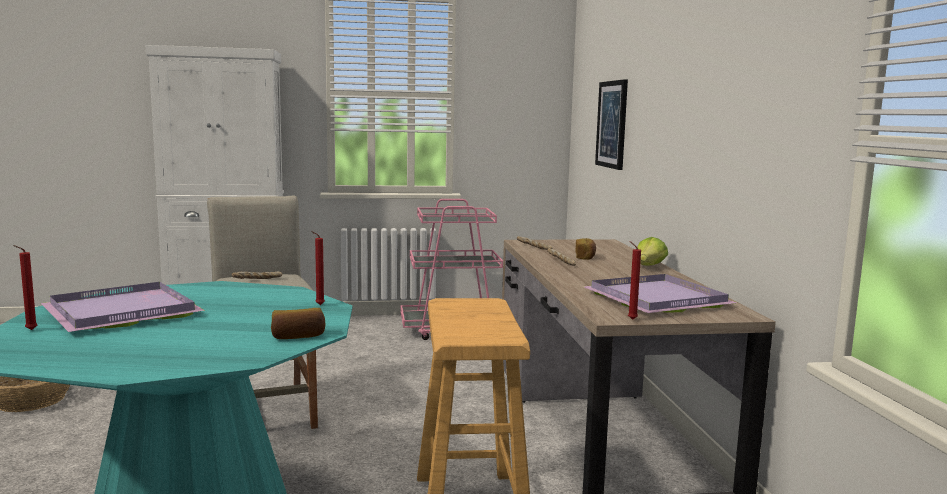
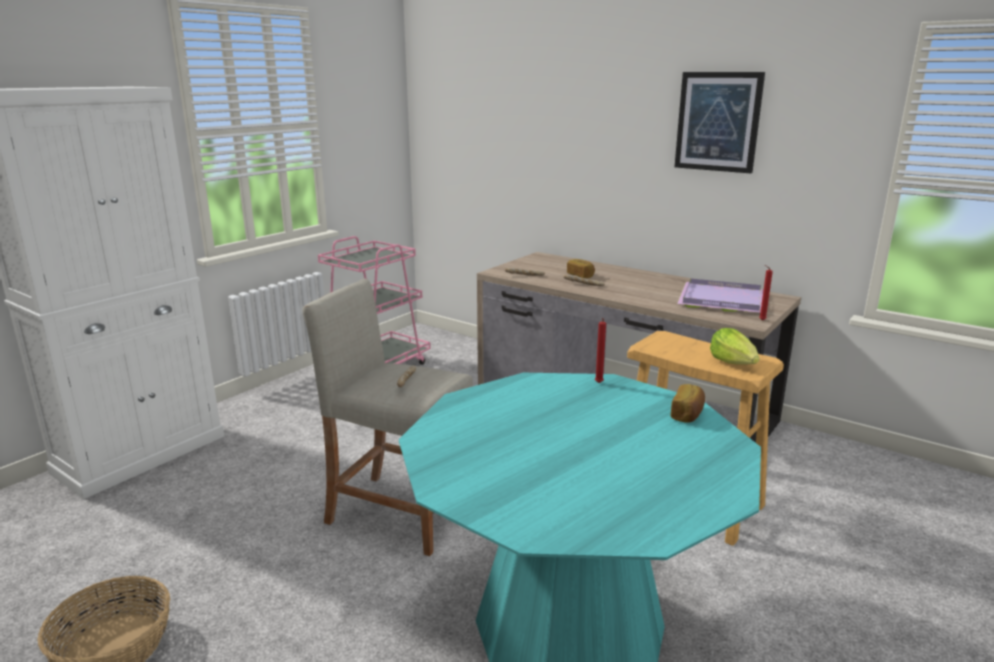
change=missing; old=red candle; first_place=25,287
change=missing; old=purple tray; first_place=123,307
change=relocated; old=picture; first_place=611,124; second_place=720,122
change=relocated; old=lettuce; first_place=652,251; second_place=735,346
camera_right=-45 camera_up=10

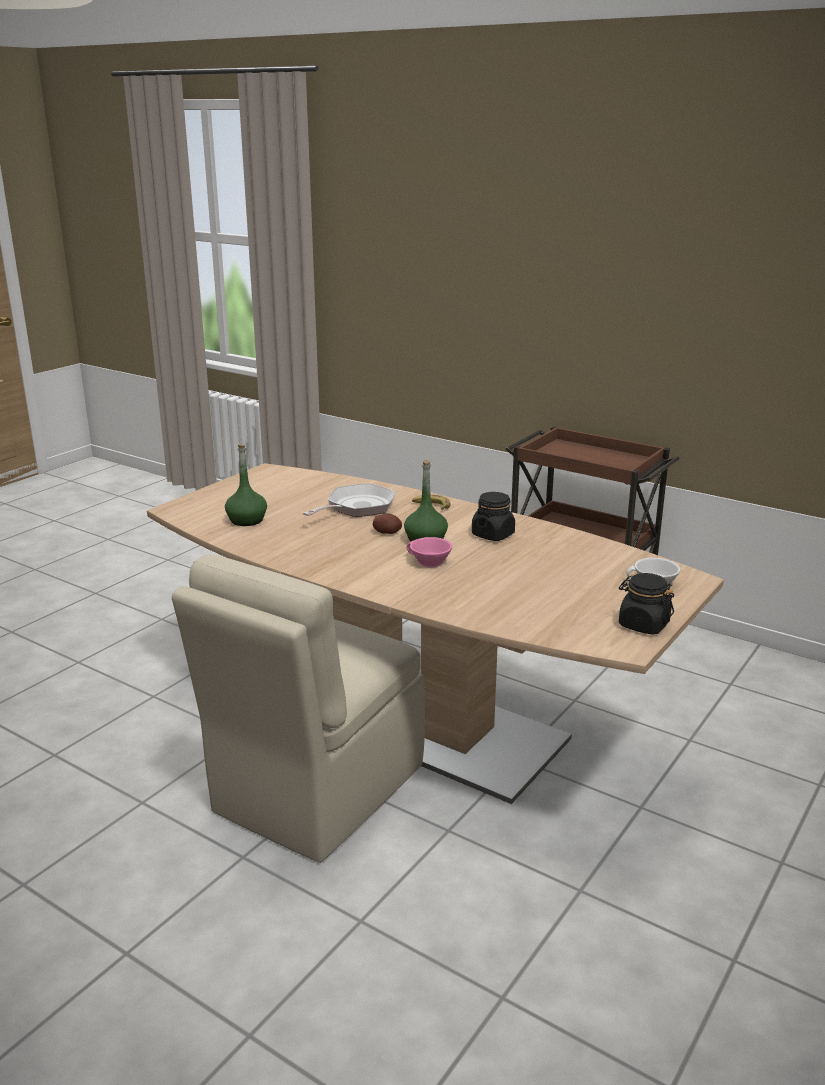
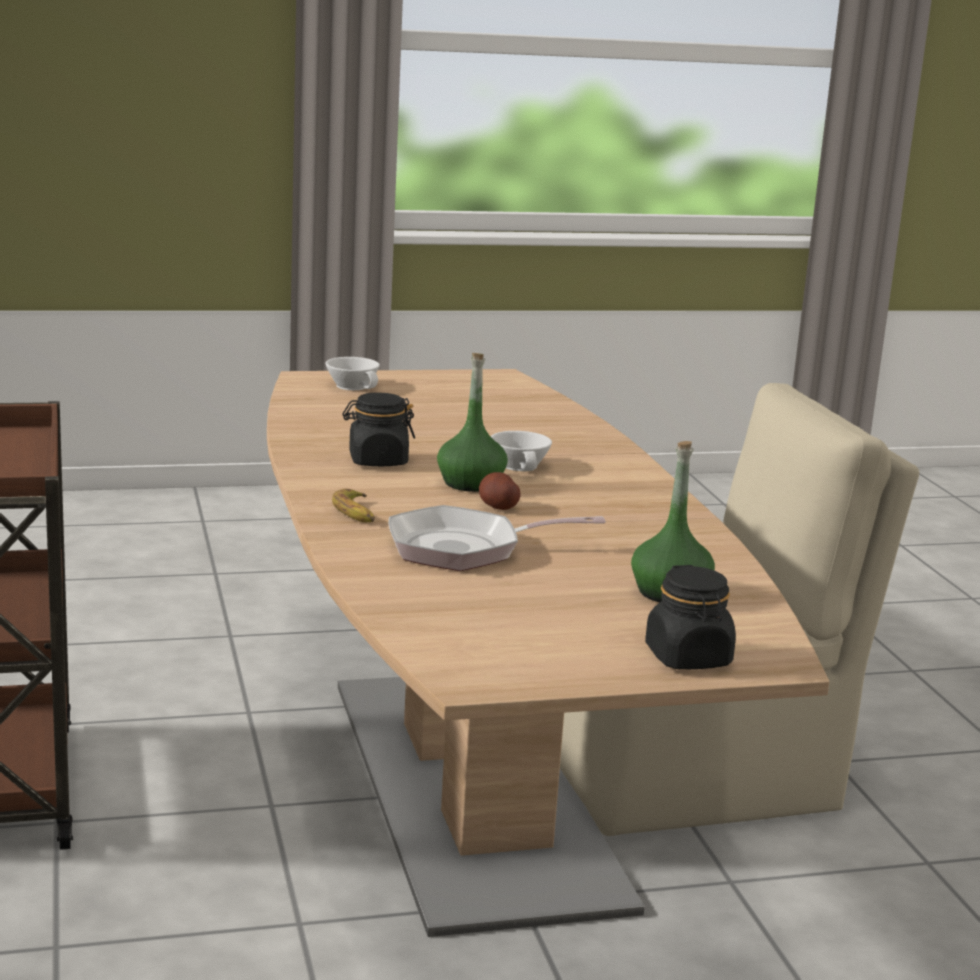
change=colour; old=pink cup; new=white cup; first_place=429,552; second_place=521,451
change=relocated; old=black jar; first_place=646,604; second_place=690,617
camera_right=-140 camera_up=-5

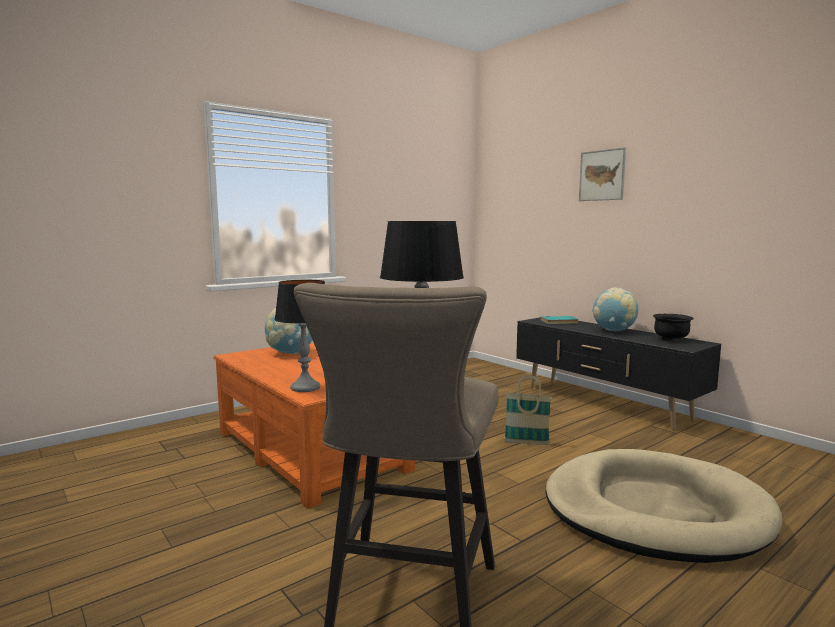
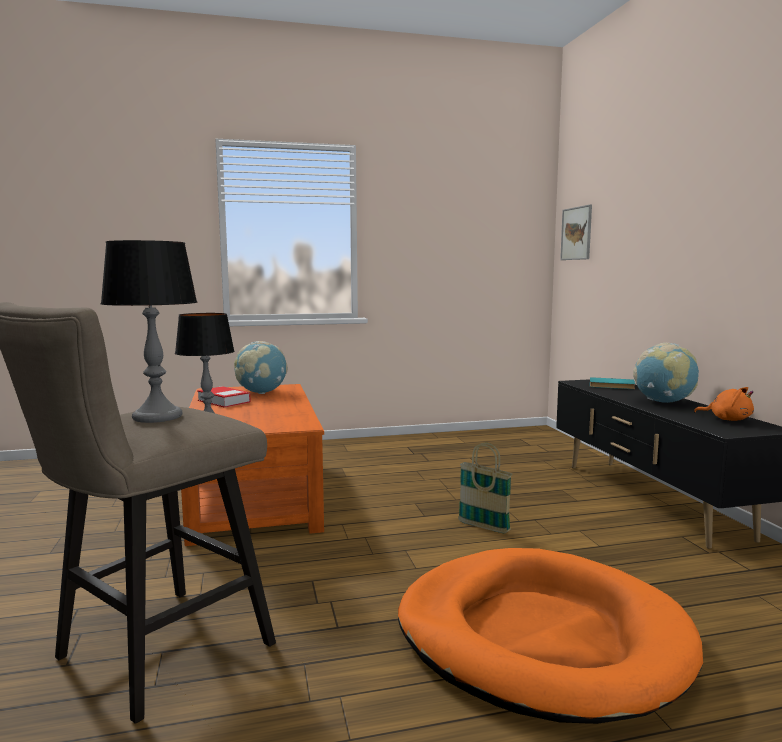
change=colour; old=beige dog bed; new=orange dog bed; first_place=664,506; second_place=550,636
change=relocated; old=picture; first_place=602,174; second_place=576,232
change=exchanged; old=black bowl; new=orange plush toy; first_place=673,327; second_place=724,404
change=appeared; new=book; second_place=224,397
camera_right=25 camera_up=0

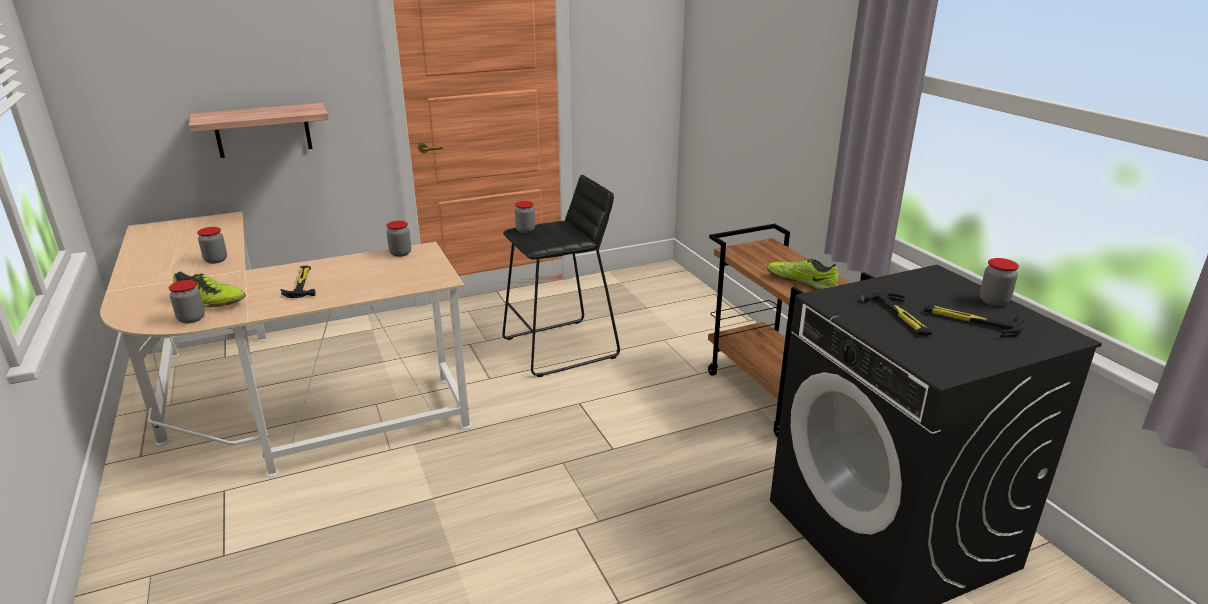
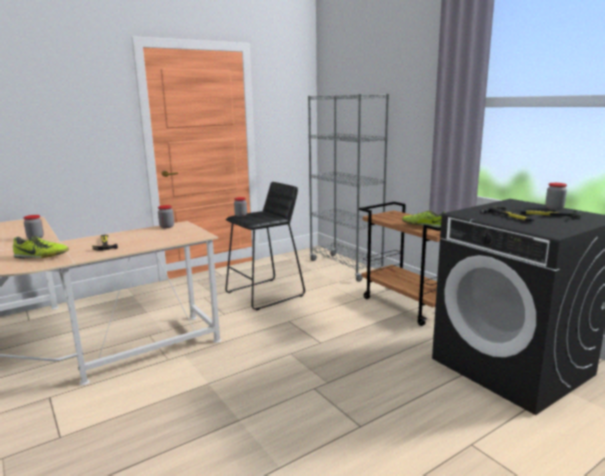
change=missing; old=jar; first_place=187,301
change=missing; old=shelf; first_place=259,130
change=appeared; new=grey bookcase; second_place=348,188
camera_right=-10 camera_up=-10

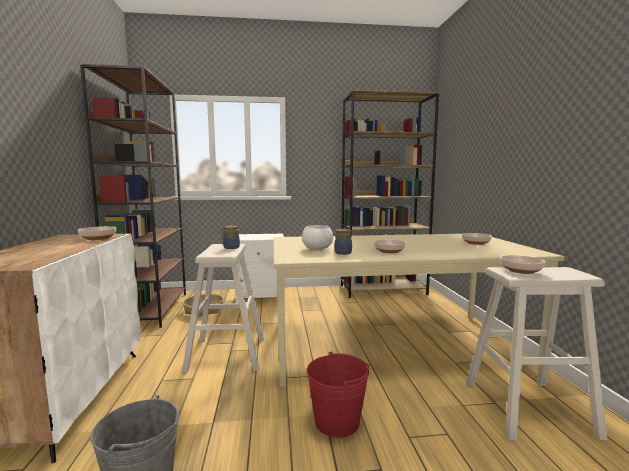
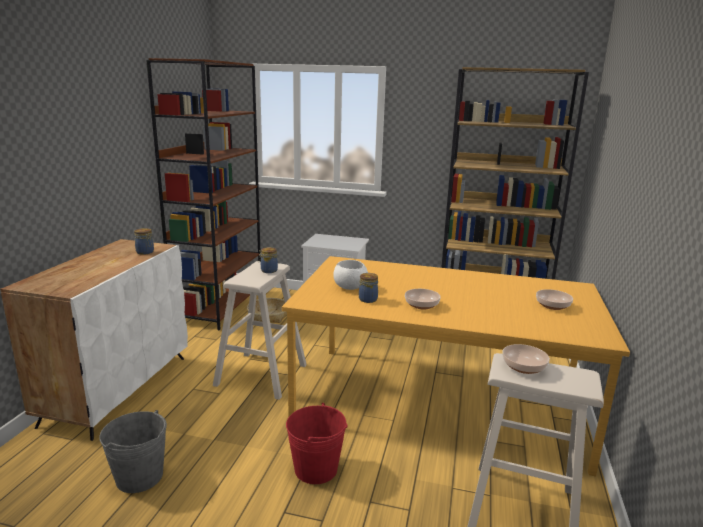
change=exchanged; old=bowl; new=jar; first_place=97,233; second_place=144,241
change=colour; old=beige dining table; new=orange dining table; first_place=418,310; second_place=456,366
camera_right=20 camera_up=10

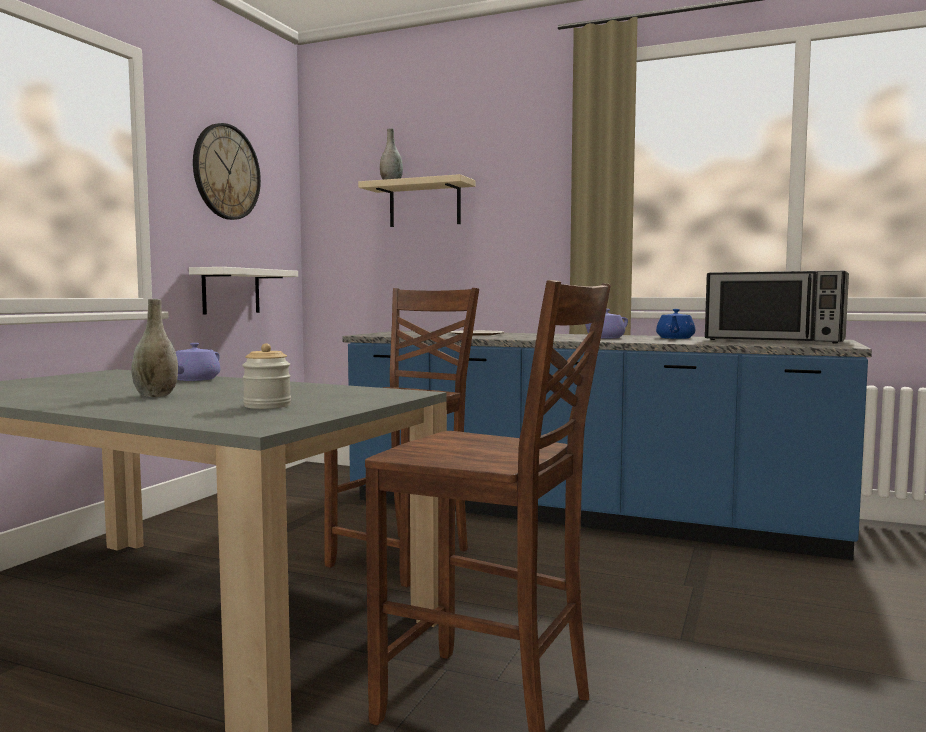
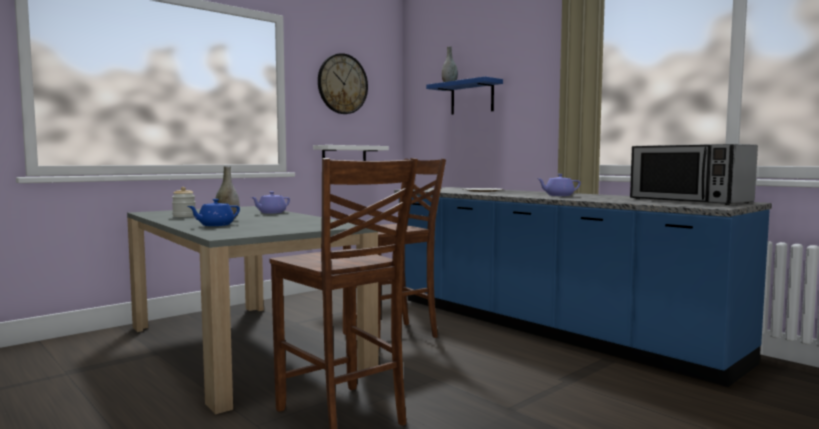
change=relocated; old=jar; first_place=266,376; second_place=183,202
change=colour; old=beige shelf; new=blue shelf; first_place=416,200; second_place=464,95
change=relocated; old=blue teapot; first_place=675,324; second_place=214,212
camera_right=25 camera_up=0

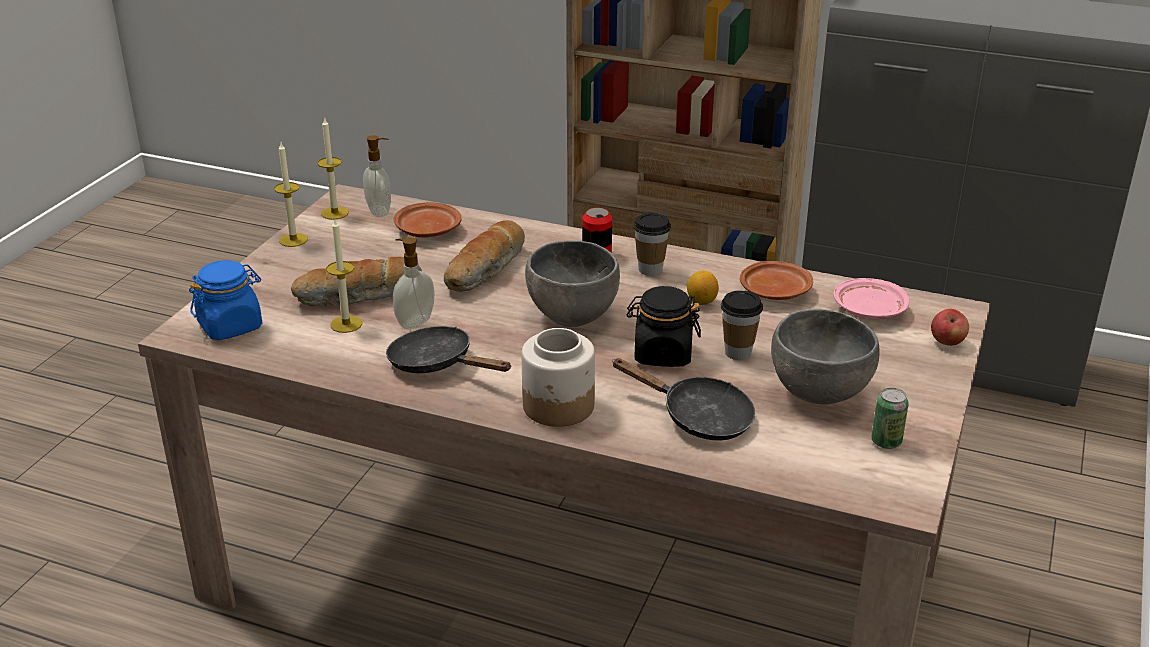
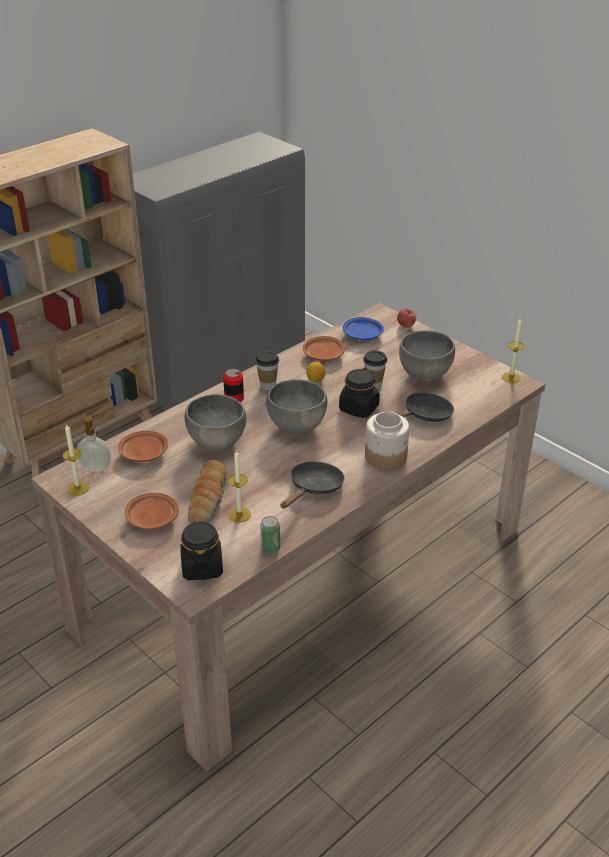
change=colour; old=blue jar; new=black jar; first_place=225,300; second_place=201,550
change=relocated; old=candle; first_place=291,195; second_place=513,350
change=spun; old=black frying pan; first_place=448,349; second_place=313,485; degrees=150
change=missing; old=soap dispenser; first_place=413,283
change=exchanged; old=bread; new=grey bowl; first_place=484,256; second_place=215,422
change=colour; old=pink plate; new=blue plate; first_place=871,299; second_place=363,328
change=relocated; old=can; first_place=890,418; second_place=270,535
change=appeared; new=brown plate; second_place=152,511
camera_right=-65 camera_up=5

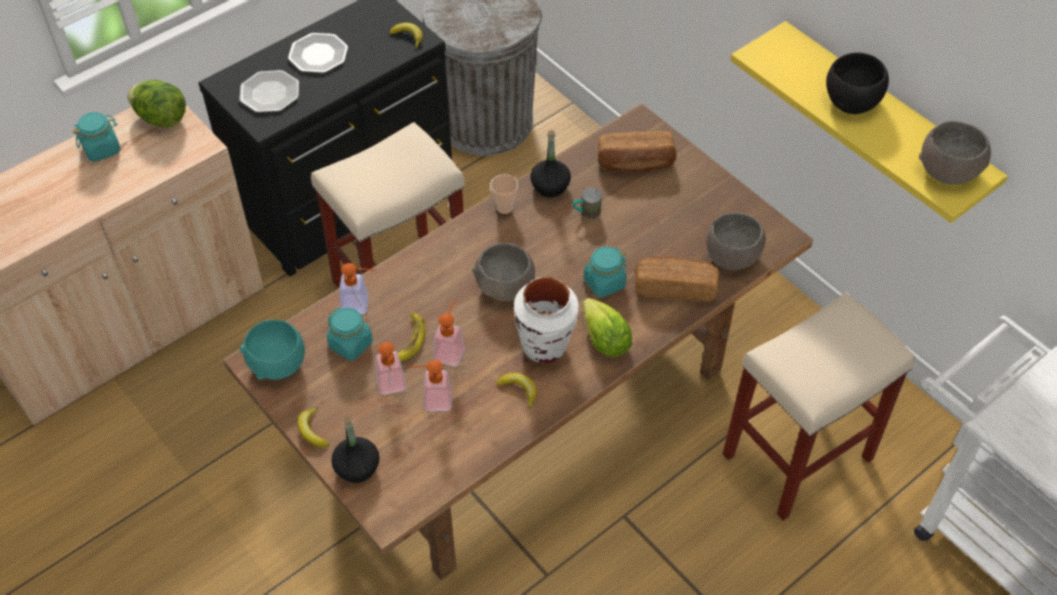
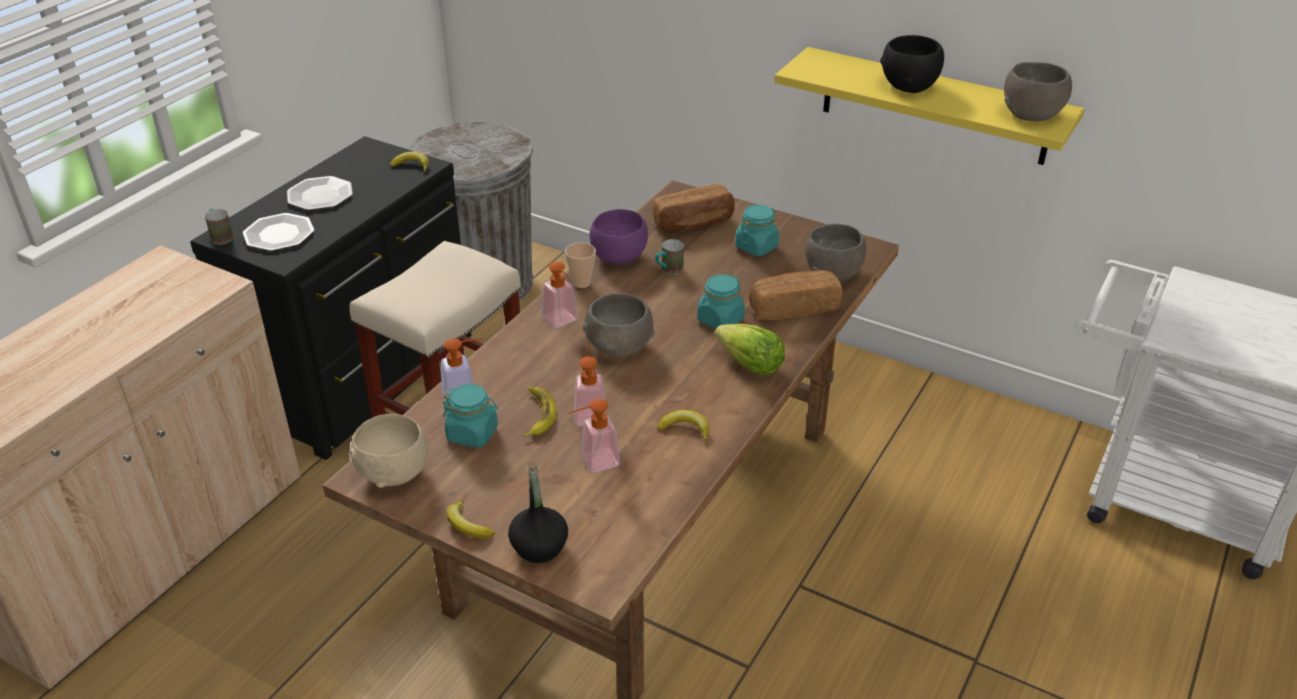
change=relocated; old=turquoise jar; first_place=97,137; second_place=757,230
change=missing; old=lettuce; first_place=156,104
change=colour; old=turquoise bowl; new=beige bowl; first_place=272,350; second_place=388,451
change=relocated; old=soap dispenser; first_place=391,368; second_place=559,295
change=missing; old=white vase; first_place=546,320
change=exchanged; old=black bottle; new=purple bowl; first_place=550,164; second_place=619,236
change=missing; old=beige stool; first_place=819,406
change=appeared; new=mug; second_place=219,226
camera_right=-20 camera_up=-15

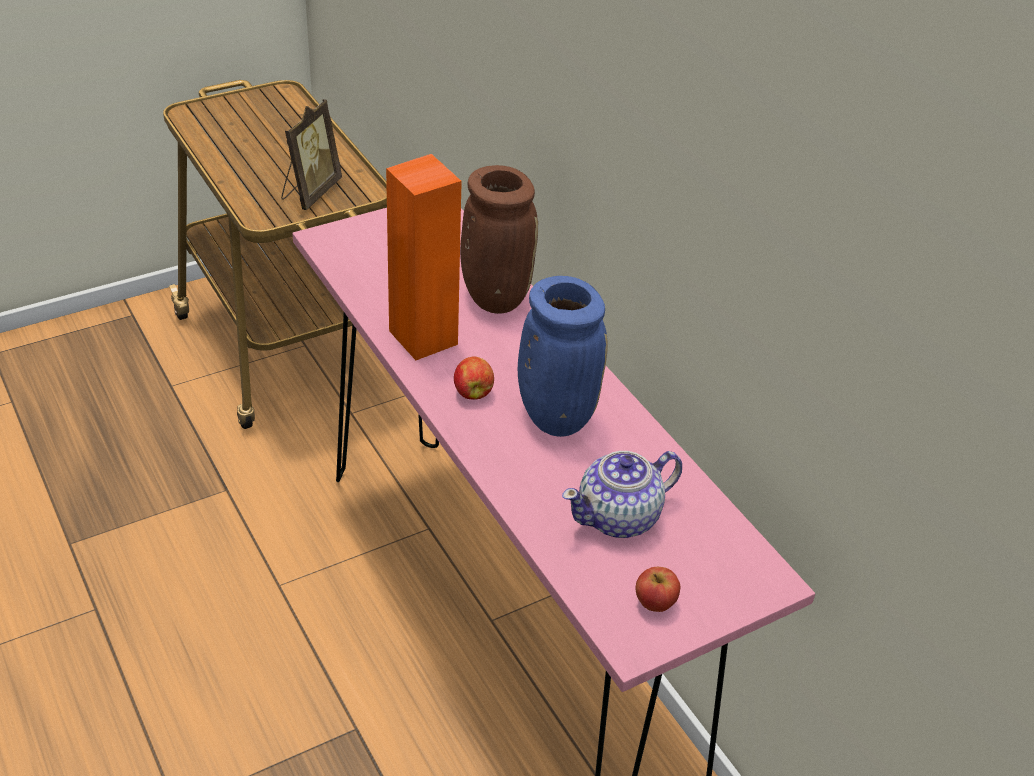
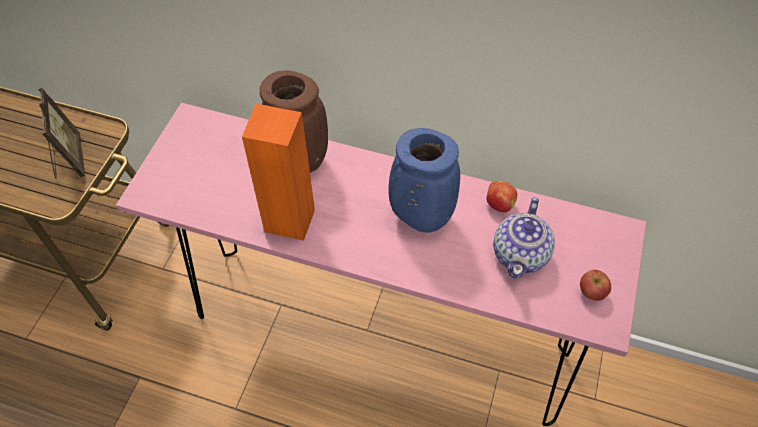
change=relocated; old=apple; first_place=474,378; second_place=501,196
camera_right=-40 camera_up=15

